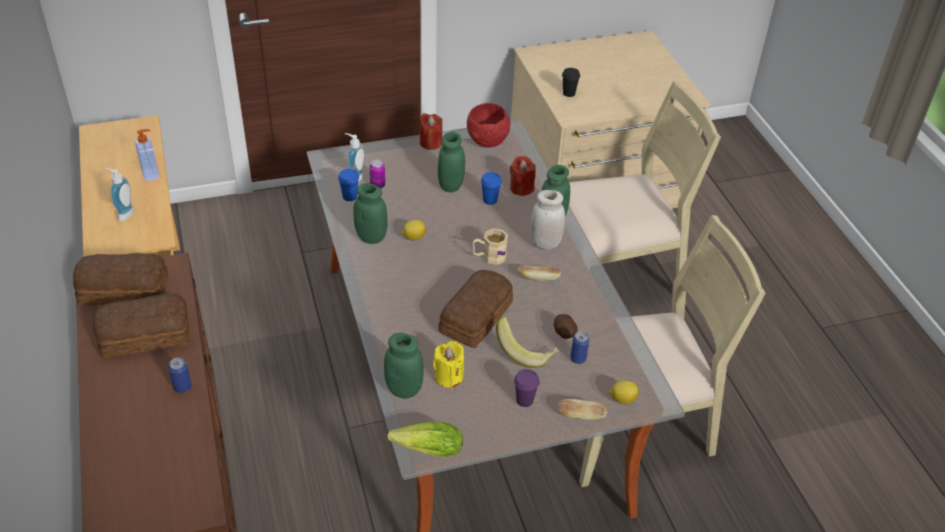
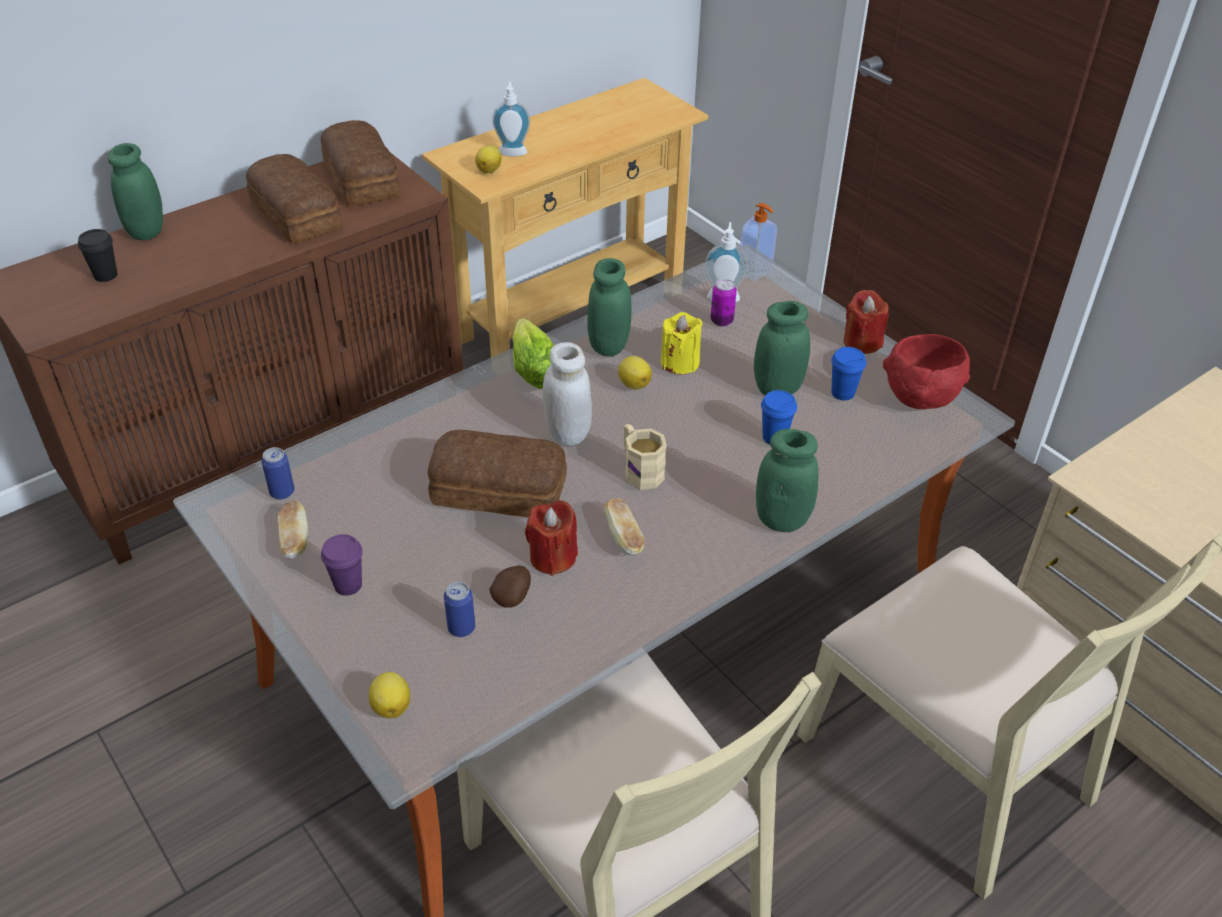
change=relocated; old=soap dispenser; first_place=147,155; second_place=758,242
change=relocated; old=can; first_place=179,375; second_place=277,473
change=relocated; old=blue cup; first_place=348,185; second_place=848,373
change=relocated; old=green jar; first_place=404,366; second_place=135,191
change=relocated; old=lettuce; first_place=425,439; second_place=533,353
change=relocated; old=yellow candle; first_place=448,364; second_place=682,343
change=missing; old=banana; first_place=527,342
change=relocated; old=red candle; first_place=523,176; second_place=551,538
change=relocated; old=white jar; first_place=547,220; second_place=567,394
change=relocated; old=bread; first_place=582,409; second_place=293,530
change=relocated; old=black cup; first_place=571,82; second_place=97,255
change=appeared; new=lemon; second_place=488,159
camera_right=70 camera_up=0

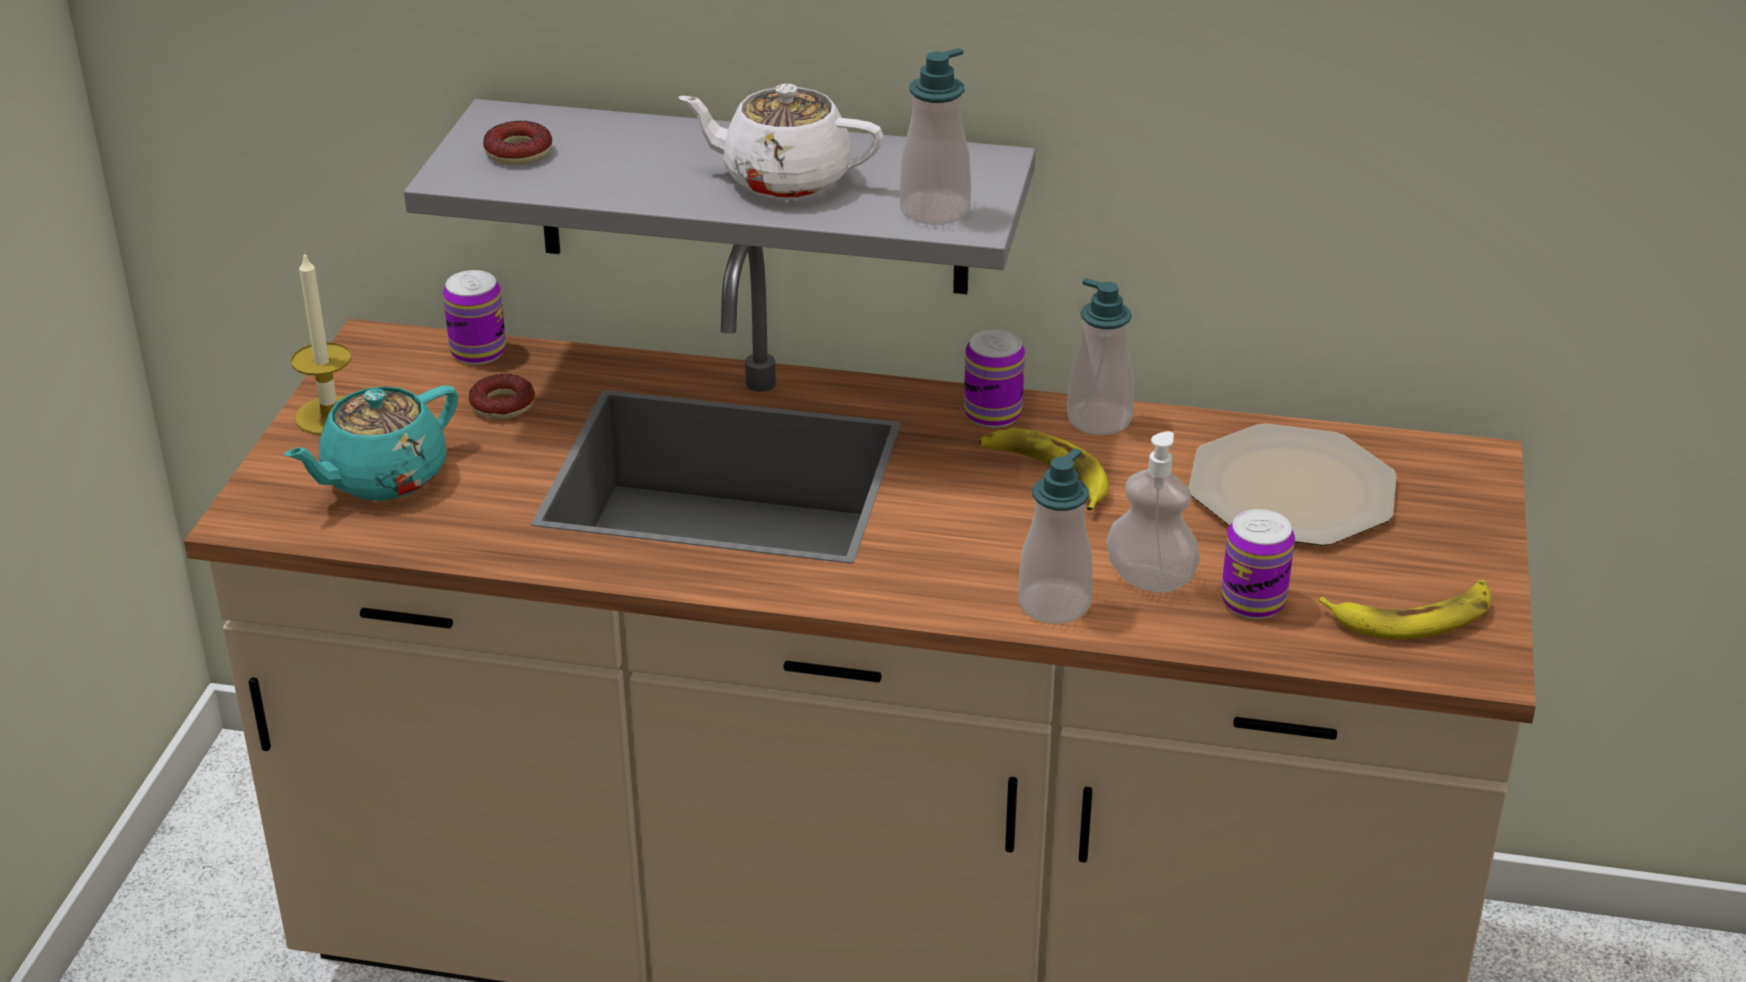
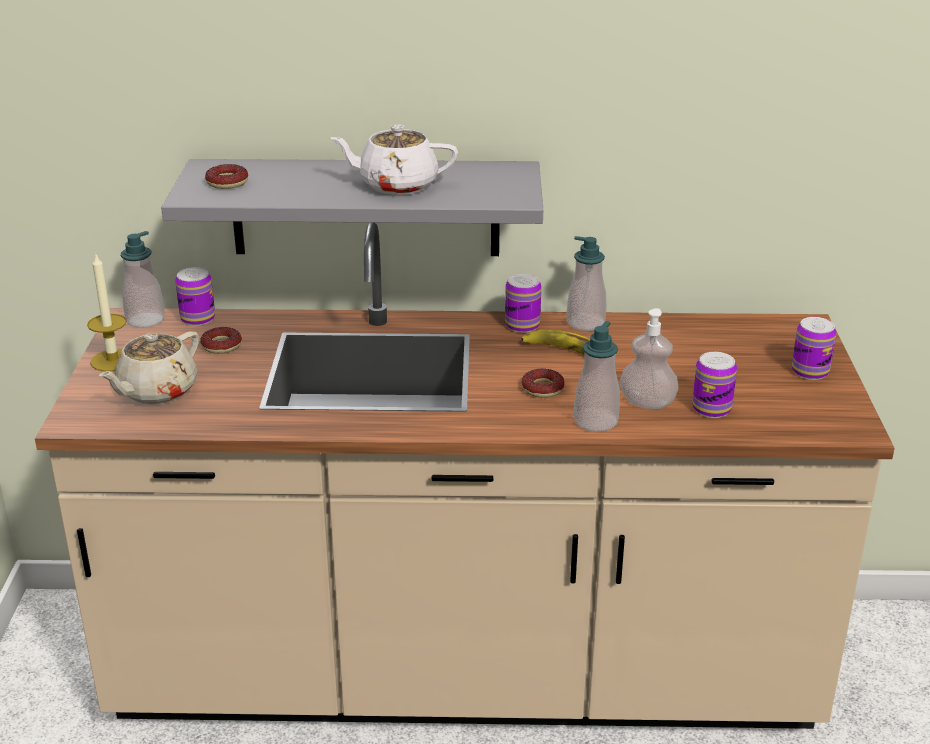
change=colour; old=turquoise teapot; new=beige teapot; first_place=371,443; second_place=149,368
change=relocated; old=soap dispenser; first_place=935,136; second_place=143,279
change=missing; old=plate; first_place=1292,484
change=missing; old=banana; first_place=1405,609
change=appeared; new=donut; second_place=543,383
change=appeared; new=can; second_place=814,348
camera_right=-10 camera_up=-5

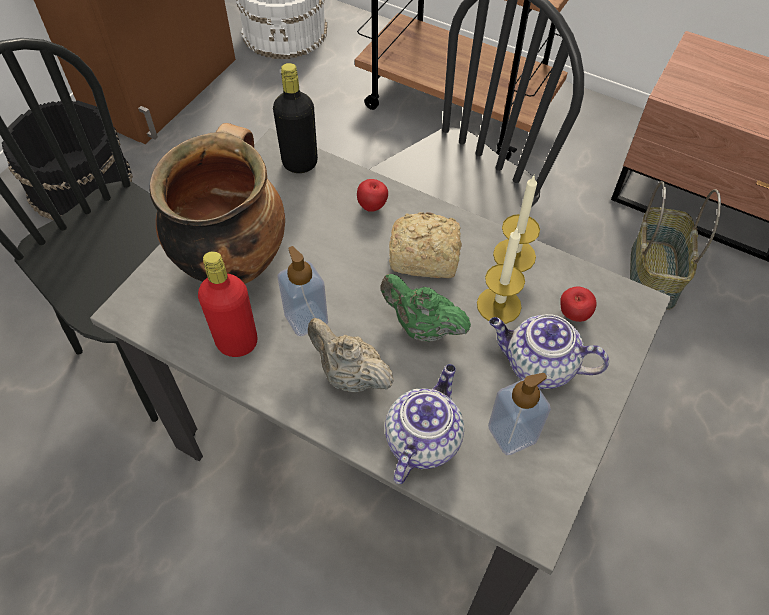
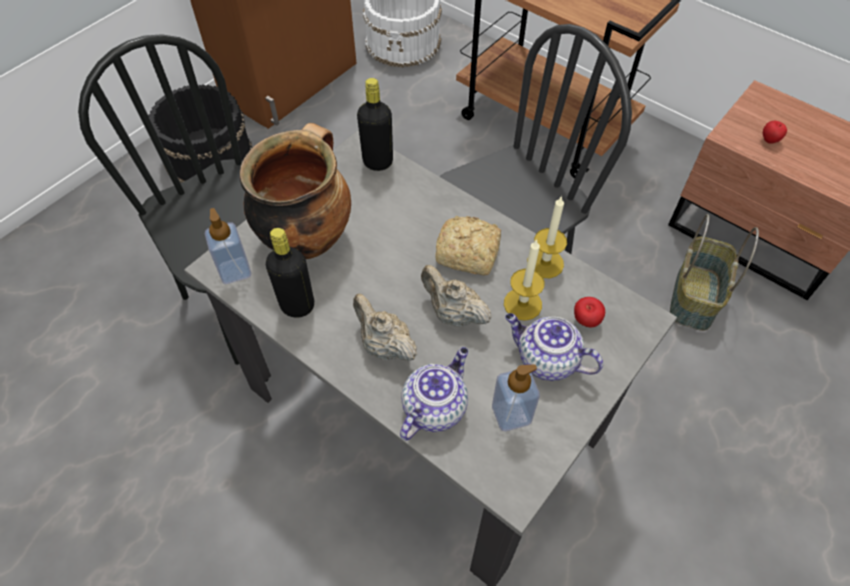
change=colour; old=red bottle; new=black bottle; first_place=228,304; second_place=290,272
change=relocated; old=soap dispenser; first_place=302,291; second_place=228,246
change=relocated; old=apple; first_place=372,195; second_place=775,132
change=colour; old=green teapot; new=beige teapot; first_place=425,308; second_place=456,296
camera_right=10 camera_up=0

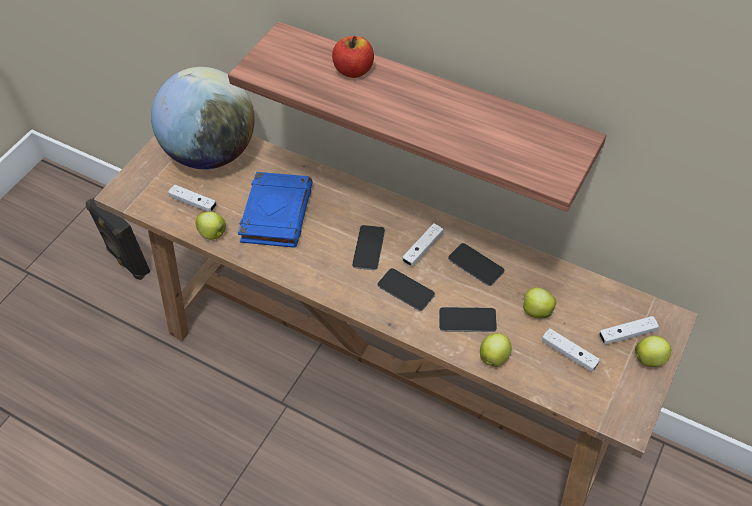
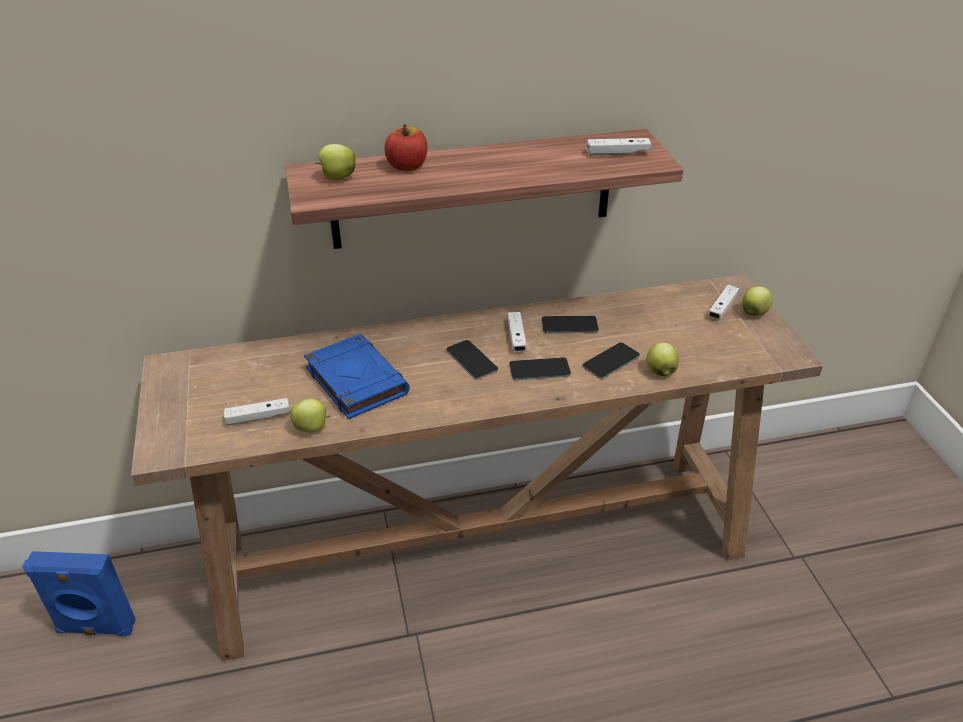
change=colour; old=black speaker; new=blue speaker; first_place=118,238; second_place=79,593
change=missing; old=globe; first_place=203,118
change=relocated; old=apple; first_place=539,303; second_place=335,162
change=relocated; old=white game controller; first_place=571,350; second_place=619,147
camera_right=-45 camera_up=-15

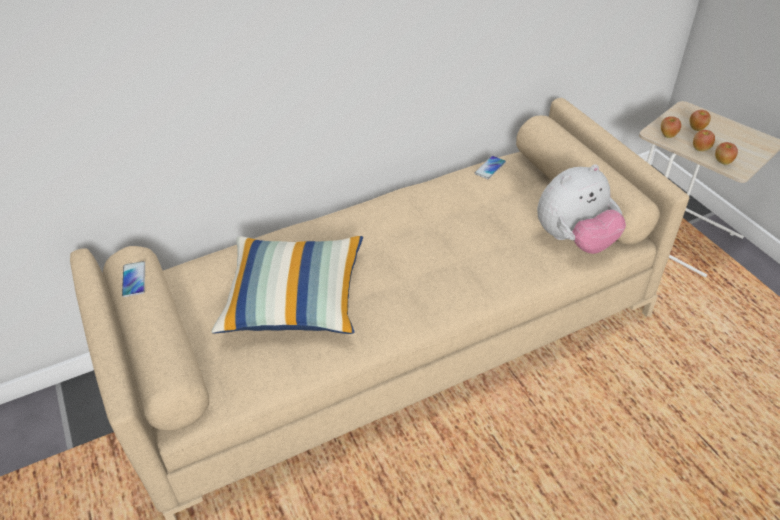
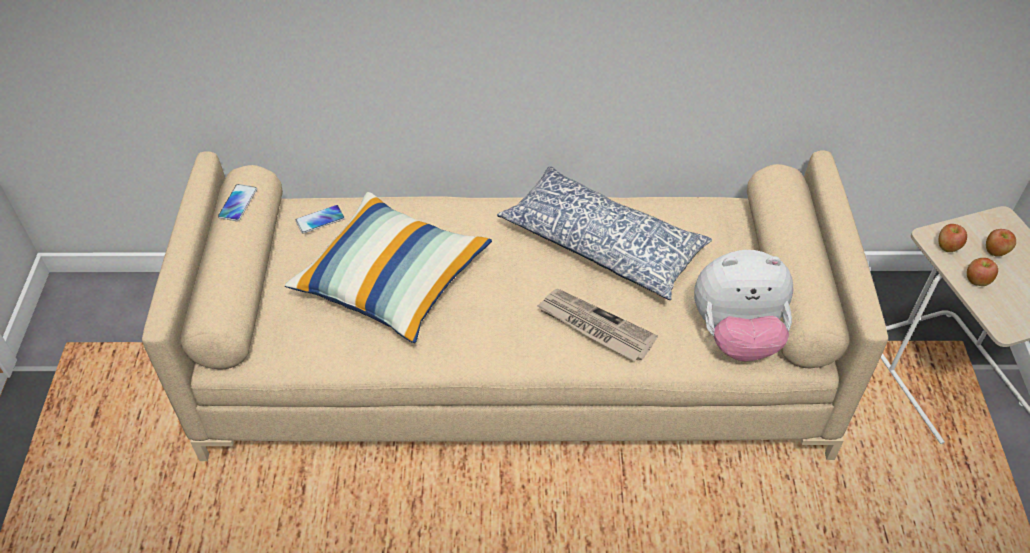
change=relocated; old=phone; first_place=490,167; second_place=320,219
change=missing; old=apple; first_place=726,153
change=appeared; new=pillow; second_place=604,233
change=appeared; new=newspaper; second_place=597,325
camera_right=25 camera_up=5

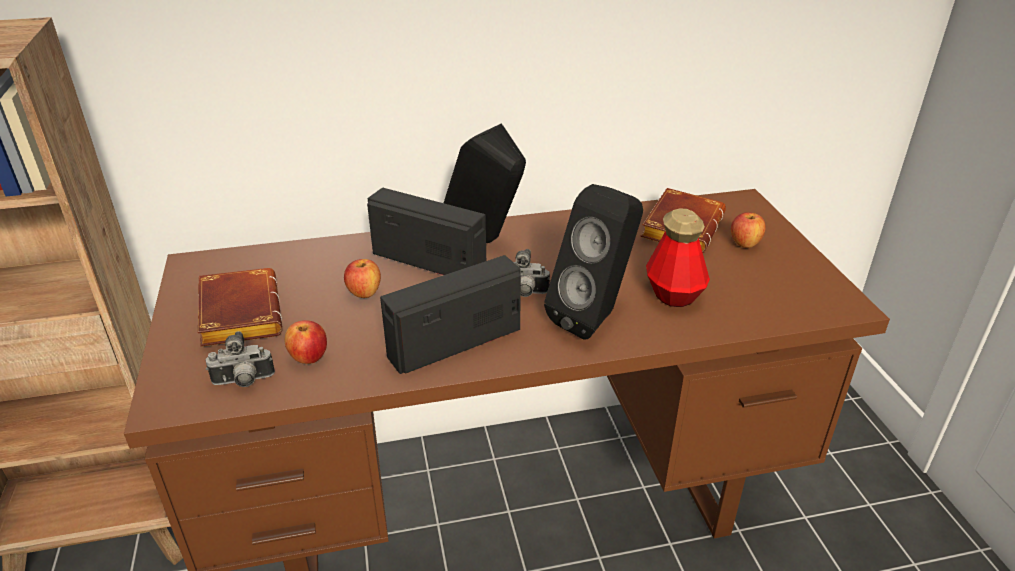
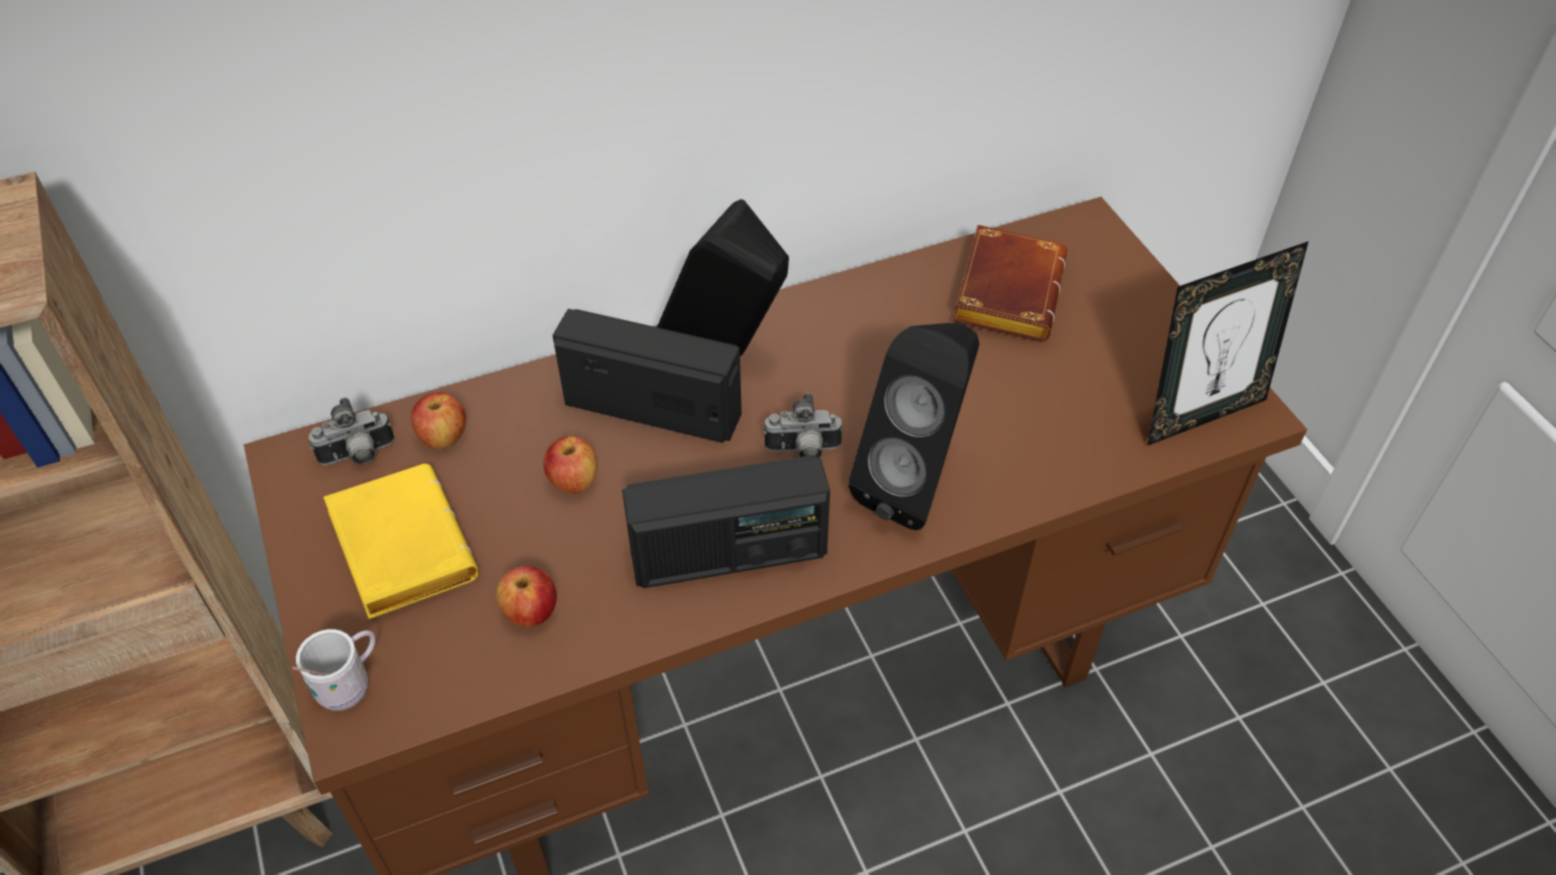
change=colour; old=brown book; new=yellow book; first_place=240,307; second_place=401,541
change=relocated; old=photo camera; first_place=240,359; second_place=351,431
change=spun; old=radio; first_place=450,314; second_place=726,521; degrees=-150
change=missing; old=bottle; first_place=678,257
change=relocated; old=apple; first_place=748,230; second_place=438,421
change=appeared; new=white mug; second_place=334,670
change=appeared; new=picture frame; second_place=1228,343
camera_right=-10 camera_up=15

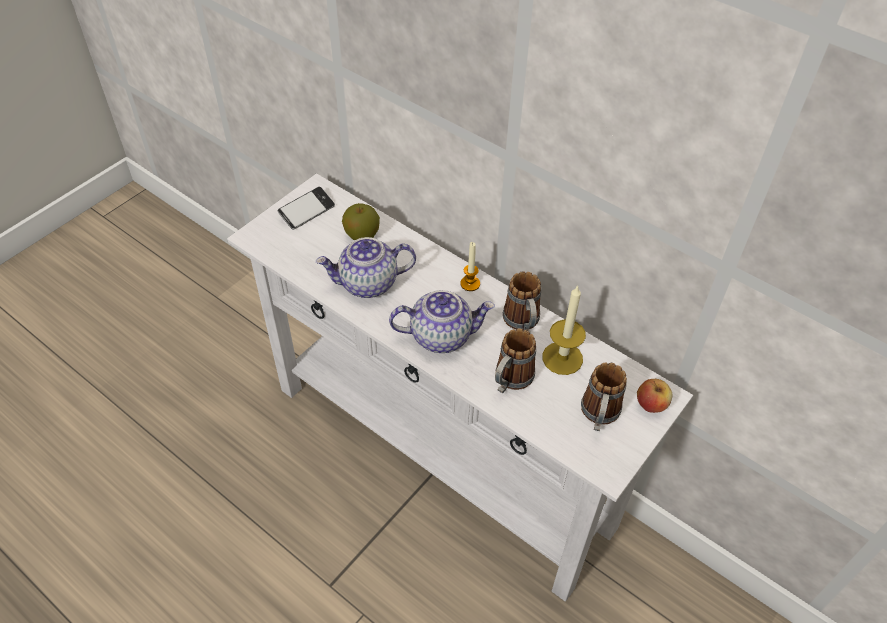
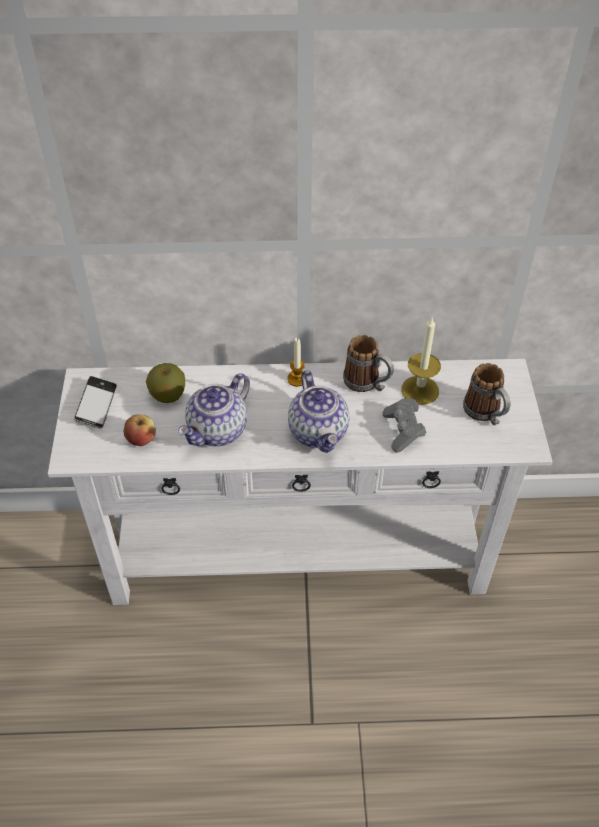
change=spun; old=teapot; first_place=442,321; second_place=318,412; degrees=120
change=exchanged; old=mug; new=grey game controller; first_place=515,361; second_place=404,425
change=relocated; old=apple; first_place=654,396; second_place=140,430
camera_right=-40 camera_up=0

